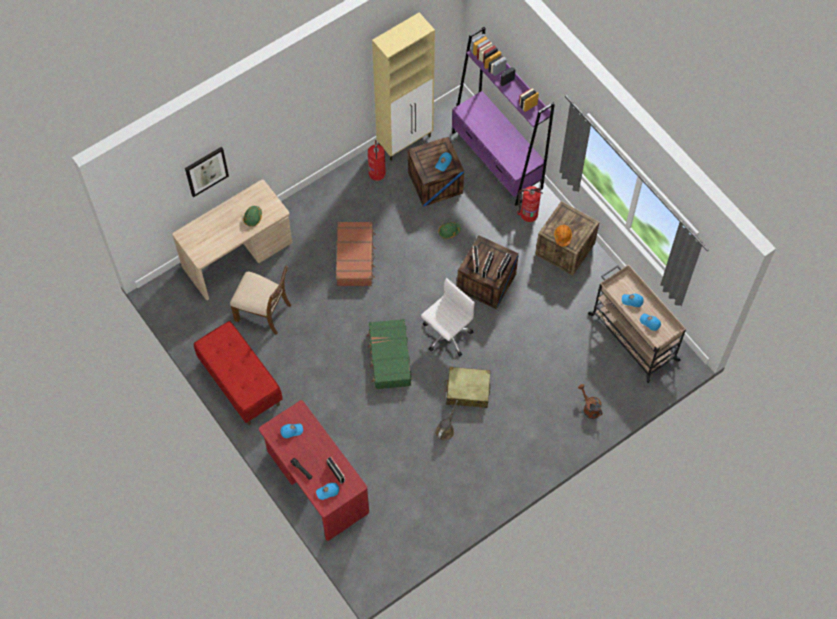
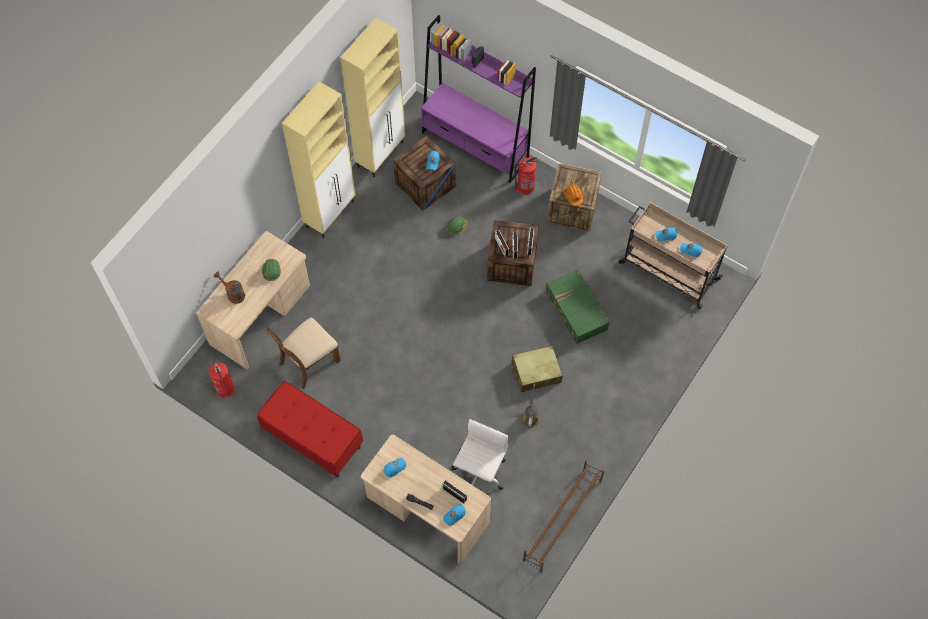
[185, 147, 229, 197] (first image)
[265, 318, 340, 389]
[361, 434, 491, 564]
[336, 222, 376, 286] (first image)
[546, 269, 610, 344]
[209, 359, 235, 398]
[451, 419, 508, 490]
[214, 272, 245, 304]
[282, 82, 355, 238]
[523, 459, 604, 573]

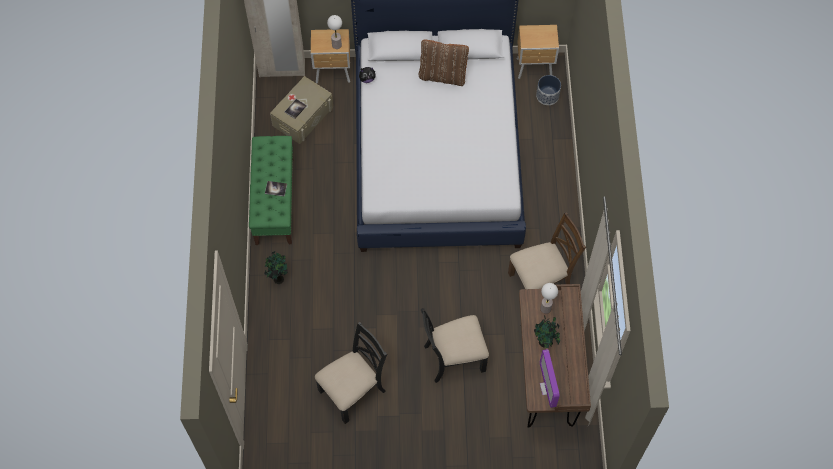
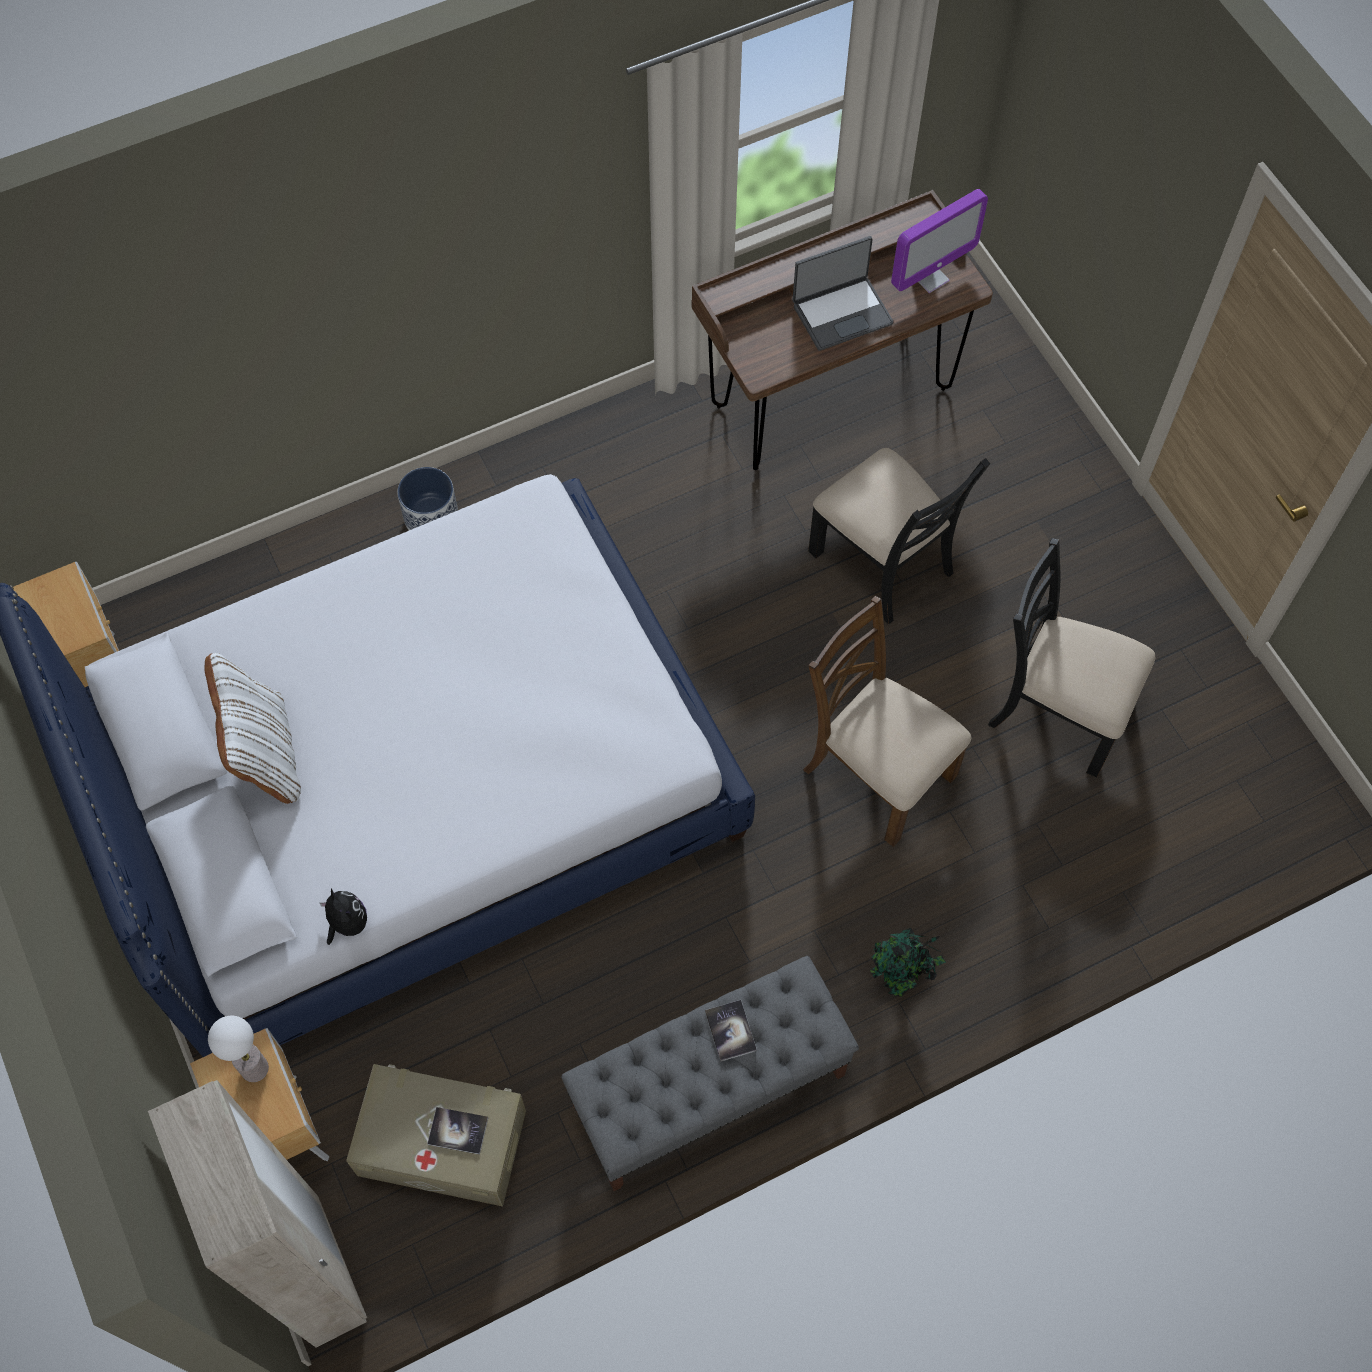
[561, 956, 859, 1191]
[205, 653, 301, 804]
[803, 596, 971, 847]
[792, 236, 894, 351]
[397, 467, 458, 530]
[540, 283, 558, 314] (first image)

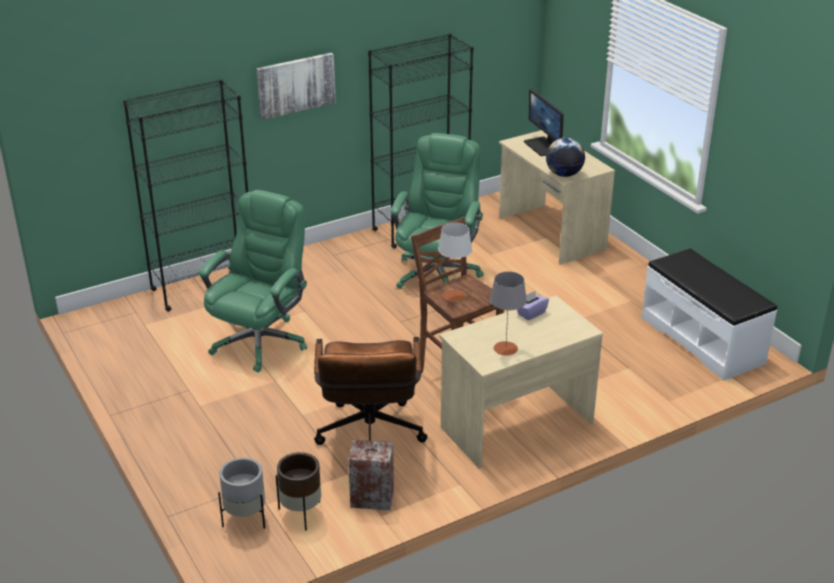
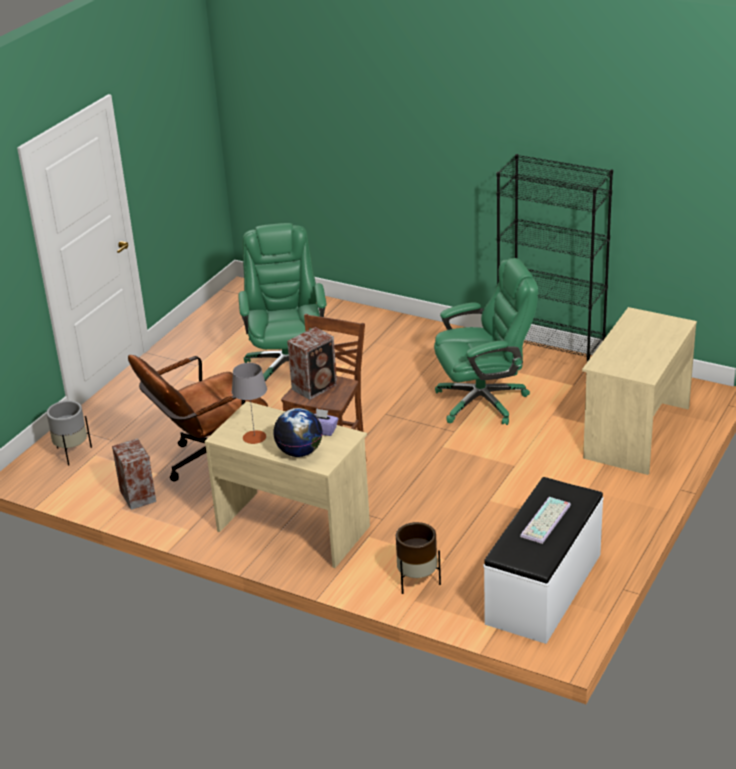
[123, 79, 248, 312] (first image)
[238, 223, 326, 381]
[256, 53, 336, 120] (first image)
[396, 522, 441, 594]
[287, 327, 337, 400]
[524, 89, 564, 156] (first image)
[274, 408, 323, 457]
[520, 497, 571, 544]

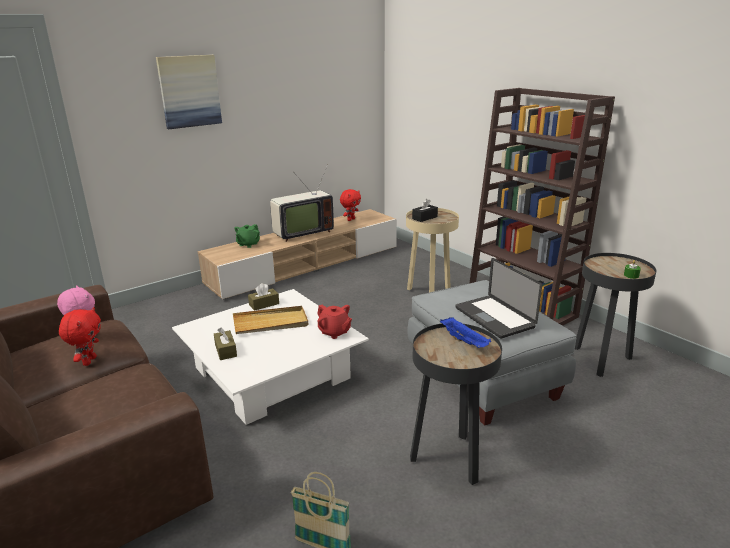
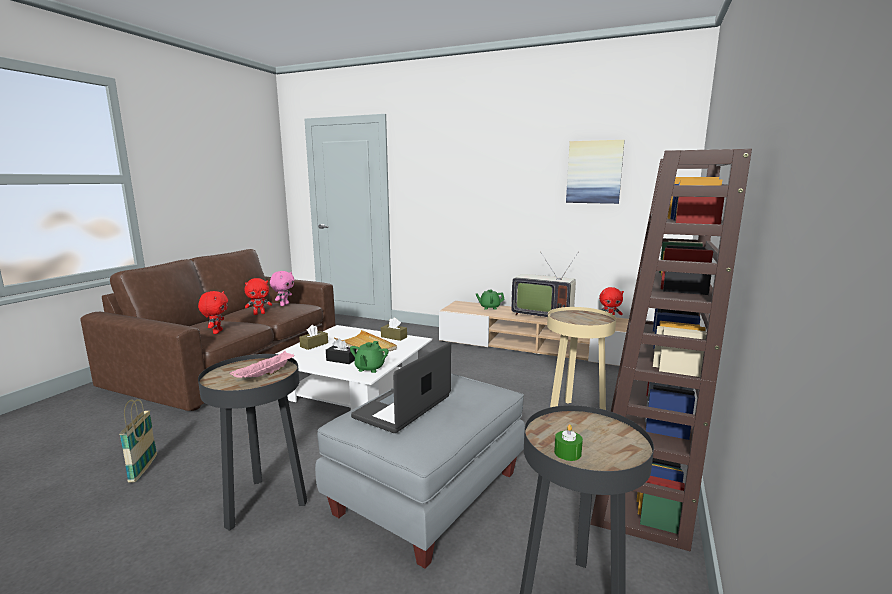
[566, 140, 624, 204]
[350, 341, 389, 373]
[326, 338, 357, 364]
[230, 351, 294, 378]
[198, 291, 228, 334]

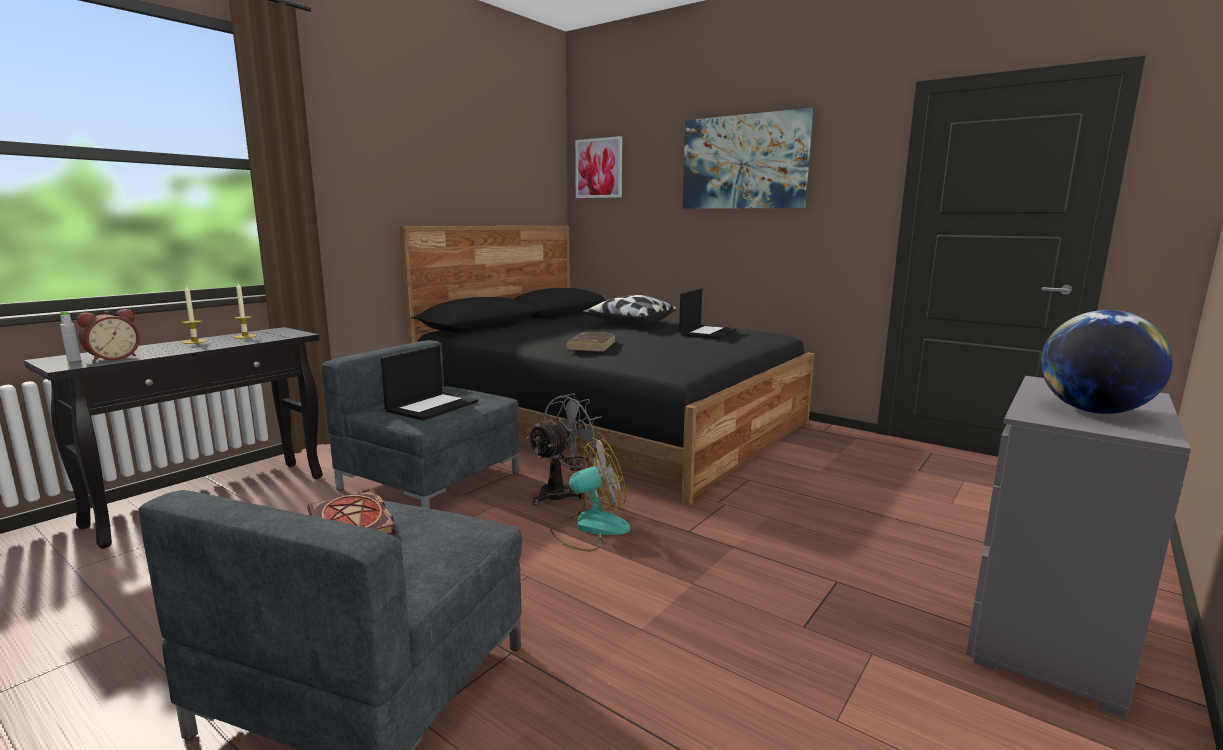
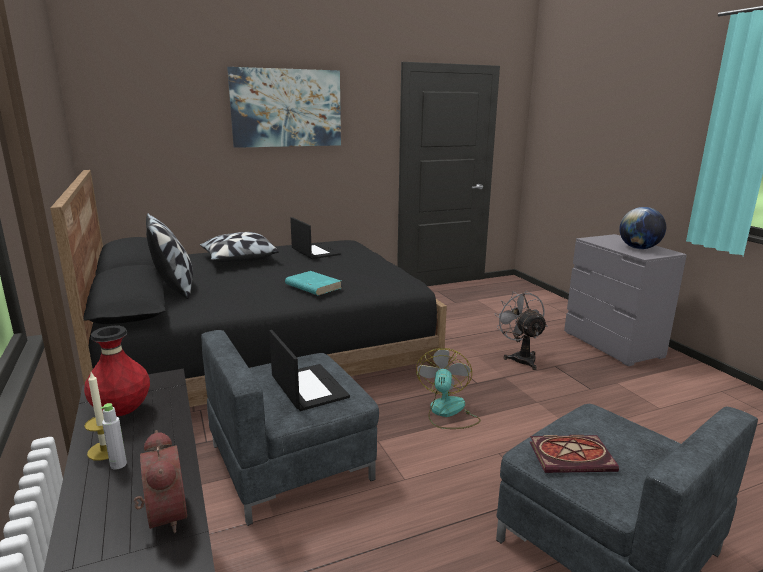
[101, 403, 127, 470]
[84, 326, 150, 416]
[495, 291, 547, 370]
[285, 271, 341, 295]
[575, 136, 622, 198] (first image)
[146, 213, 193, 299]

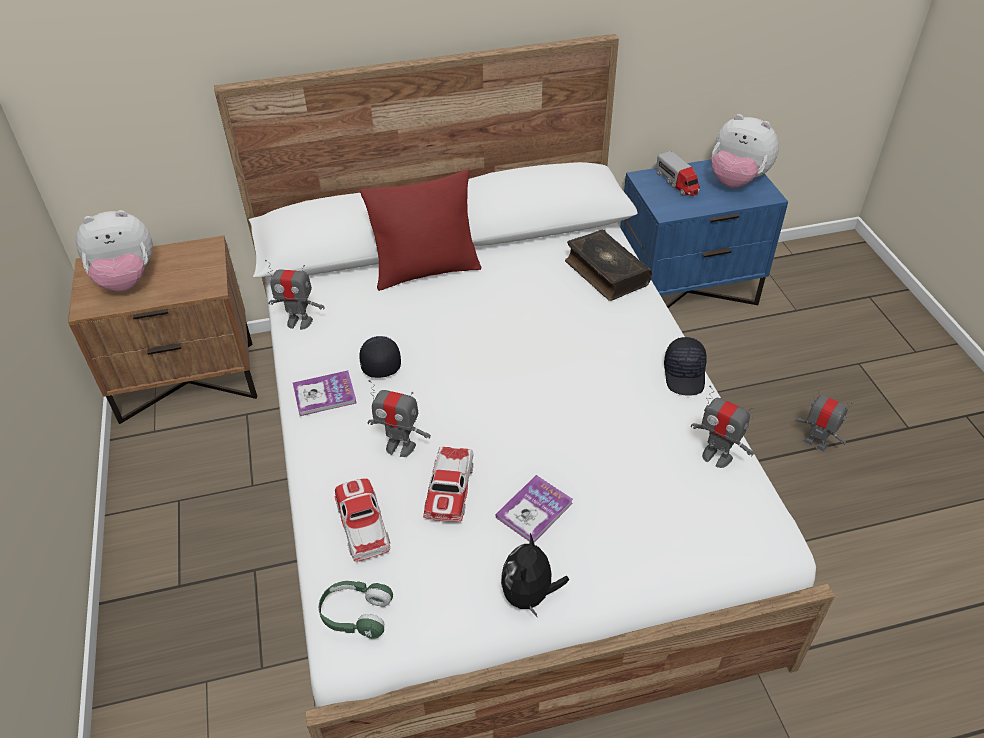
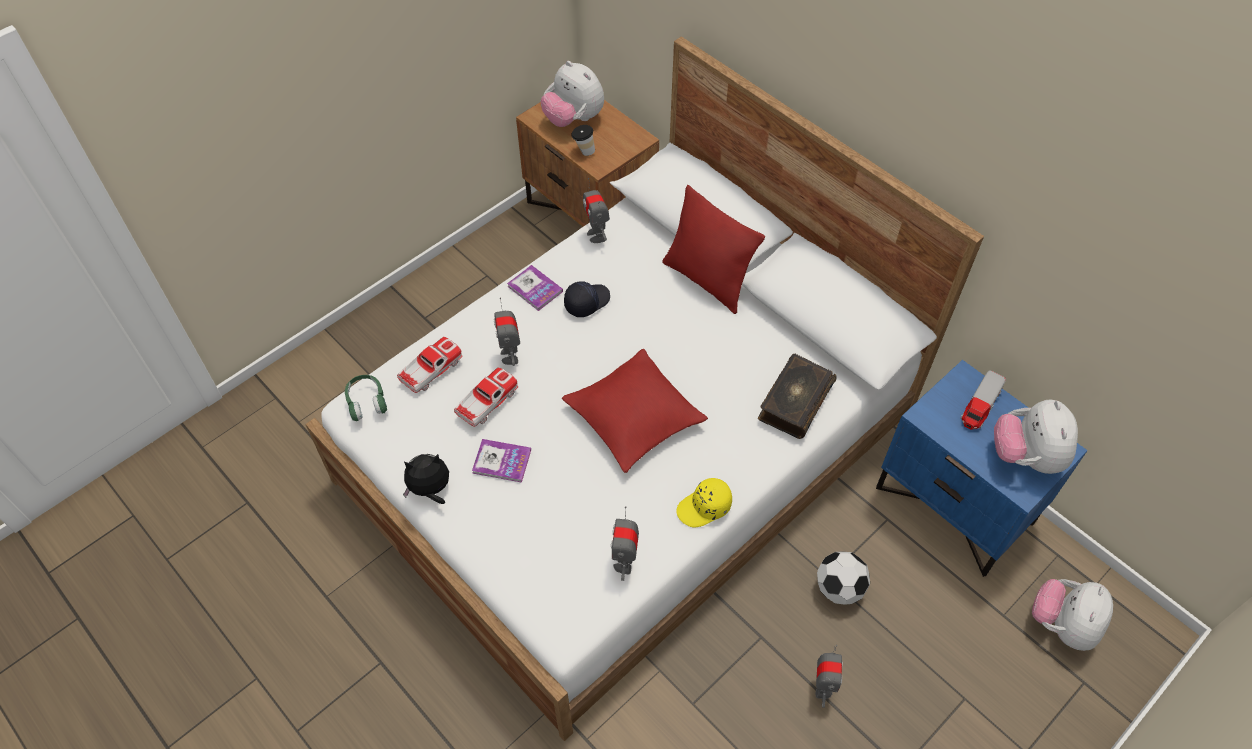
[454, 367, 519, 427]
[676, 478, 732, 528]
[562, 349, 708, 473]
[572, 125, 595, 156]
[817, 551, 870, 605]
[1032, 579, 1113, 651]

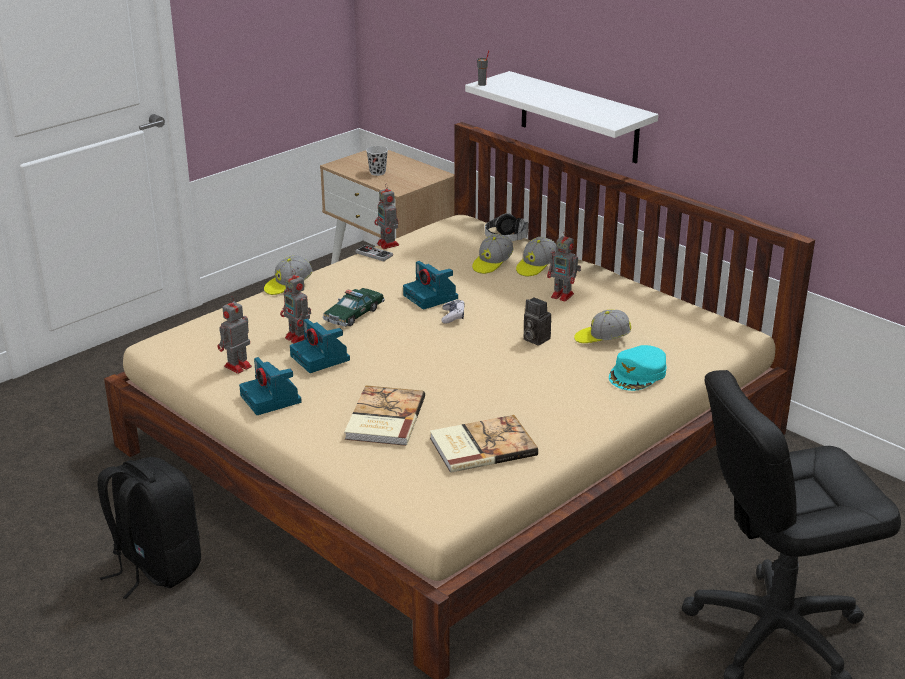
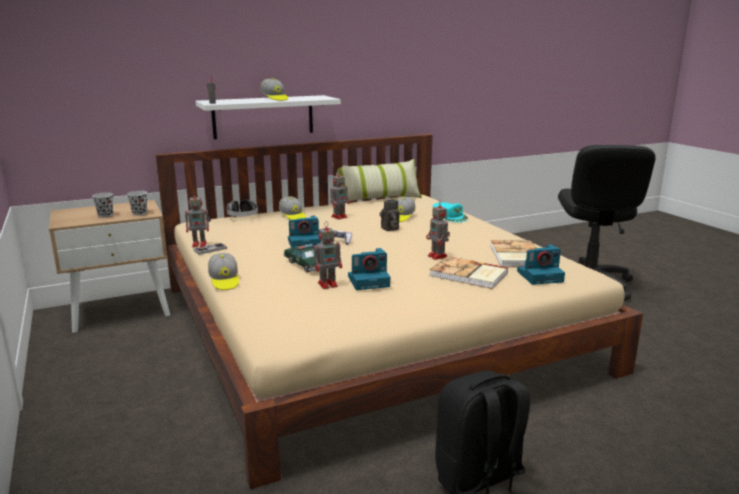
[426, 201, 450, 260]
[517, 244, 565, 285]
[260, 78, 288, 101]
[127, 191, 147, 215]
[332, 159, 422, 202]

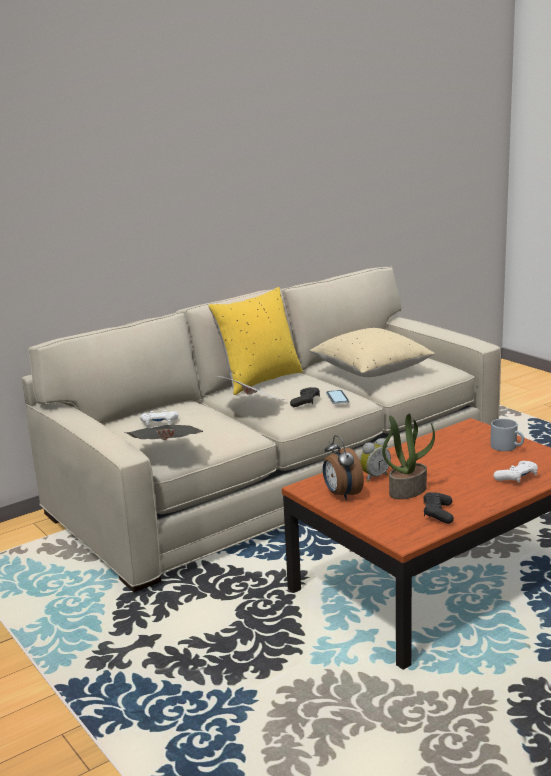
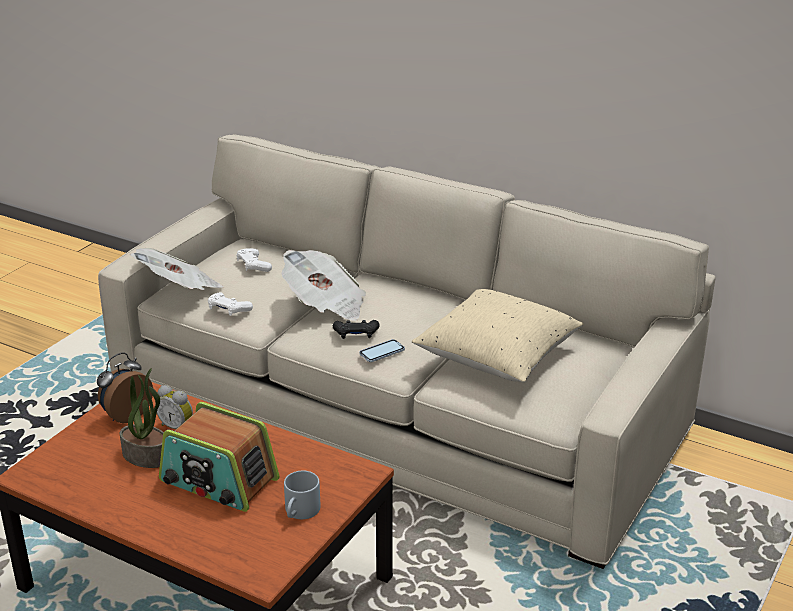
[208, 287, 303, 395] (first image)
[424, 492, 454, 524] (first image)
[208, 292, 253, 316]
[159, 402, 280, 512]

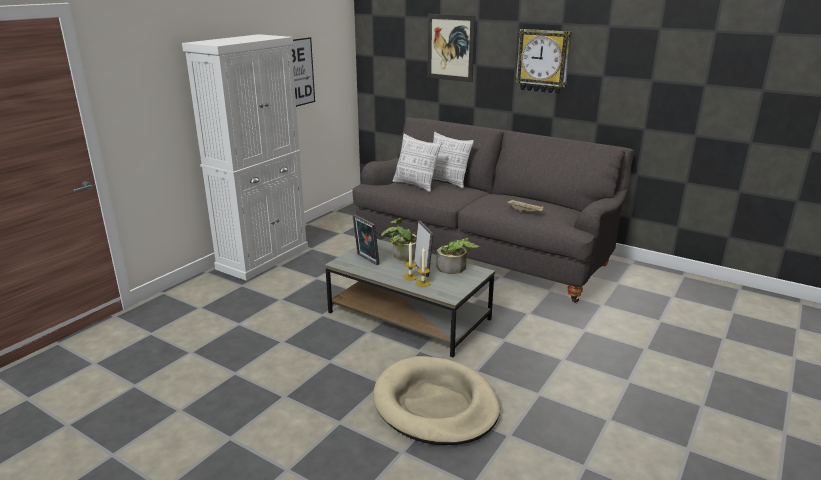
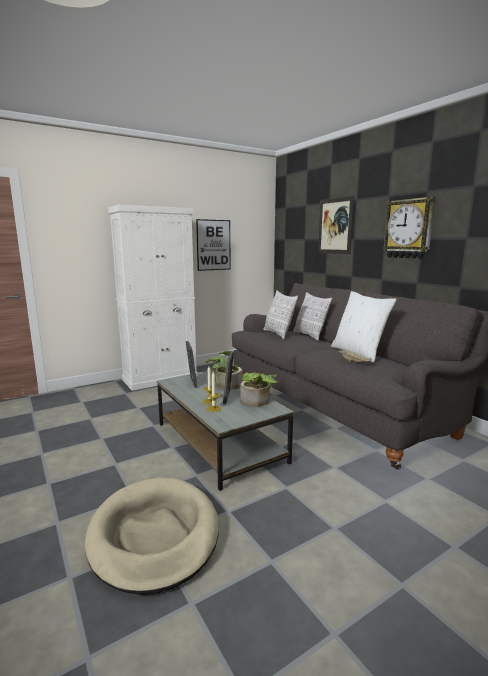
[331, 291, 397, 363]

